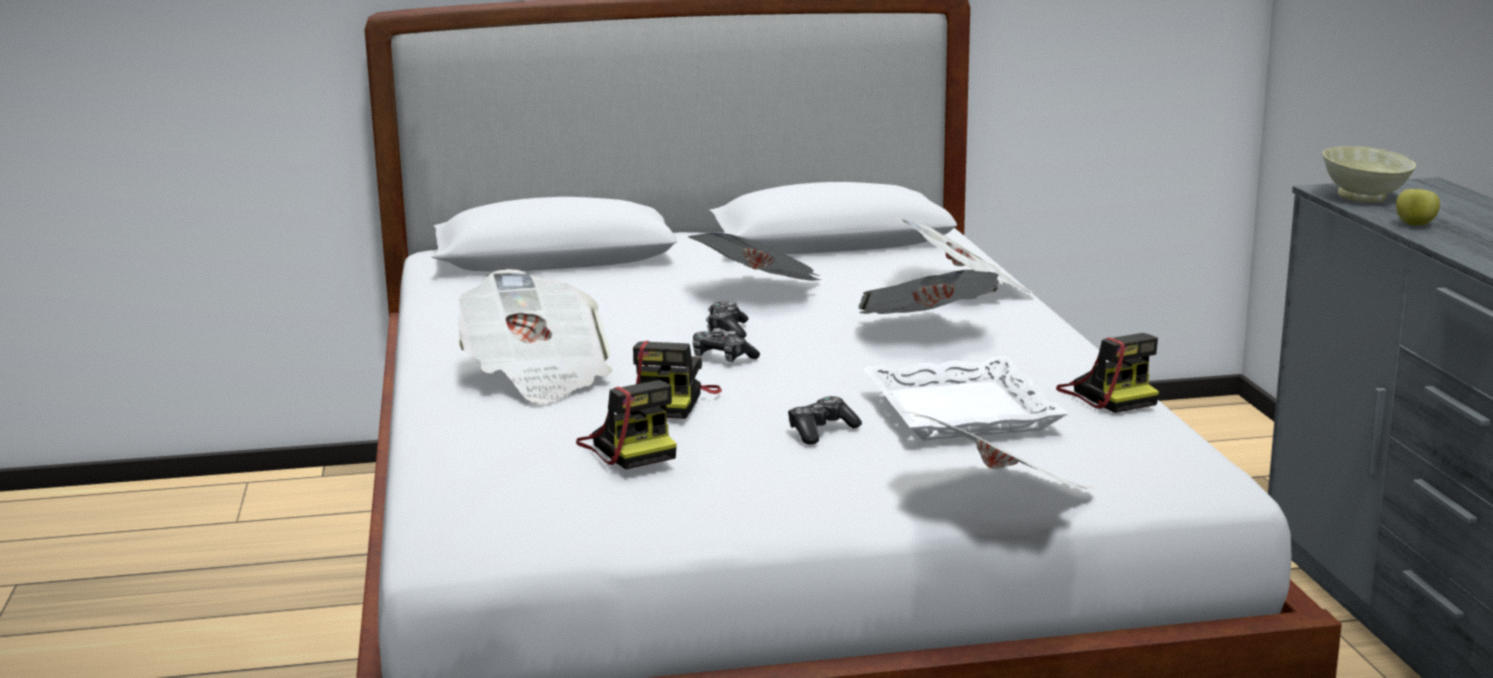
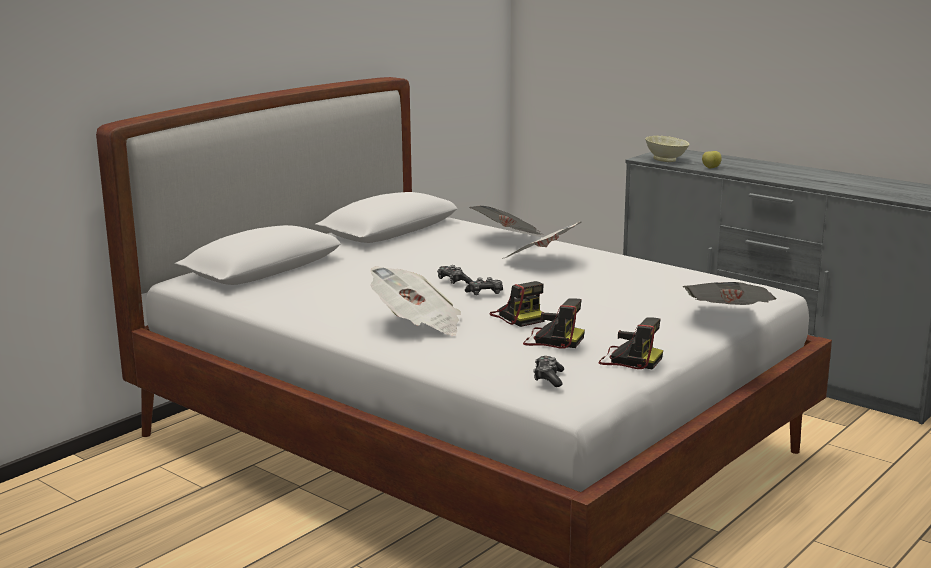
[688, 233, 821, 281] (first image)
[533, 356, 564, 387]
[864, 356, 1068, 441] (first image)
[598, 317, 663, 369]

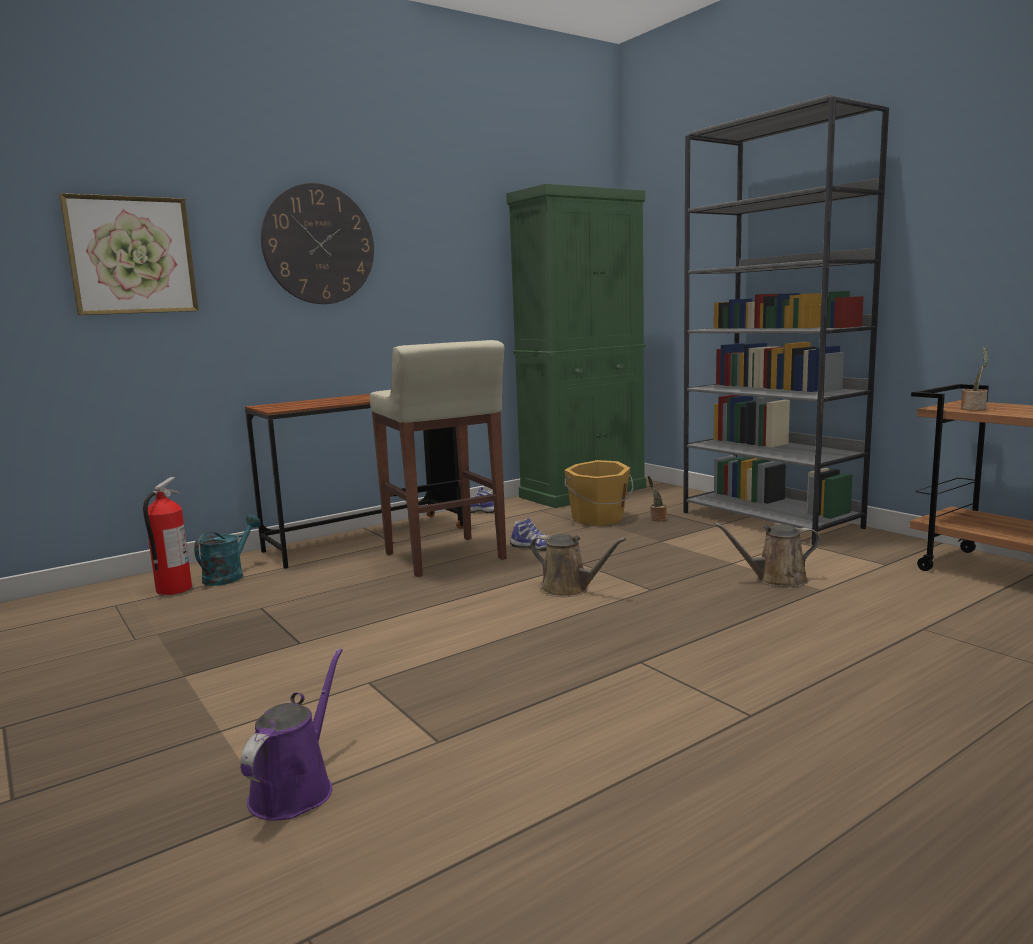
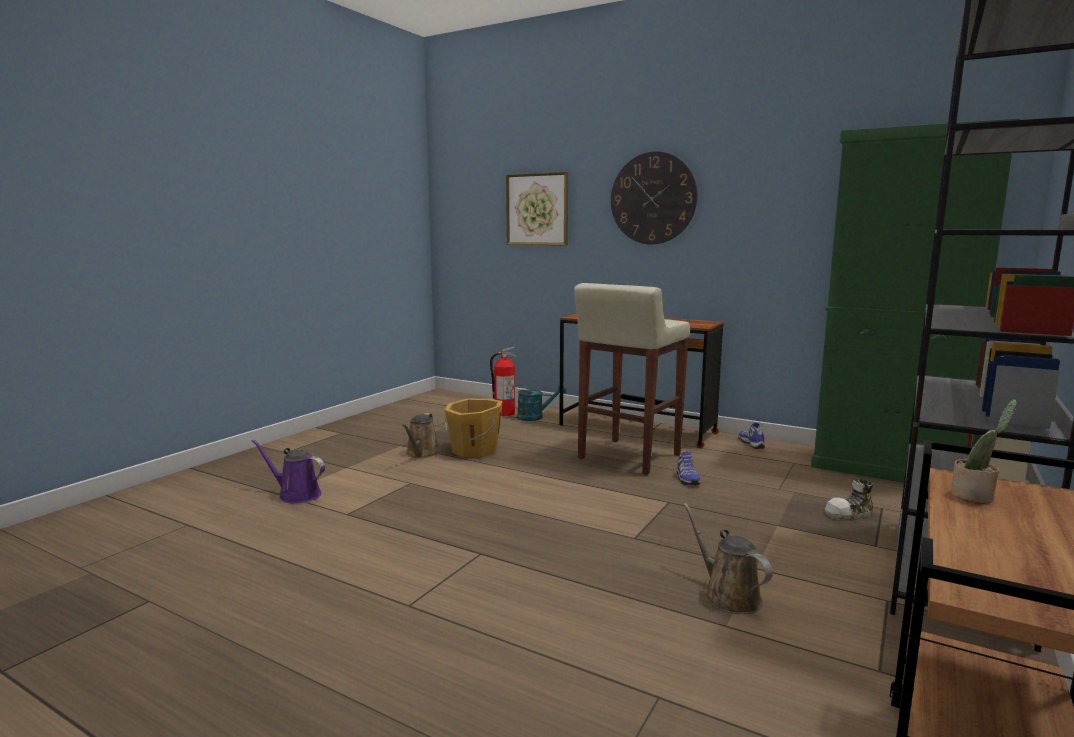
[251, 439, 325, 503]
[402, 413, 440, 458]
[444, 399, 503, 458]
[825, 479, 874, 520]

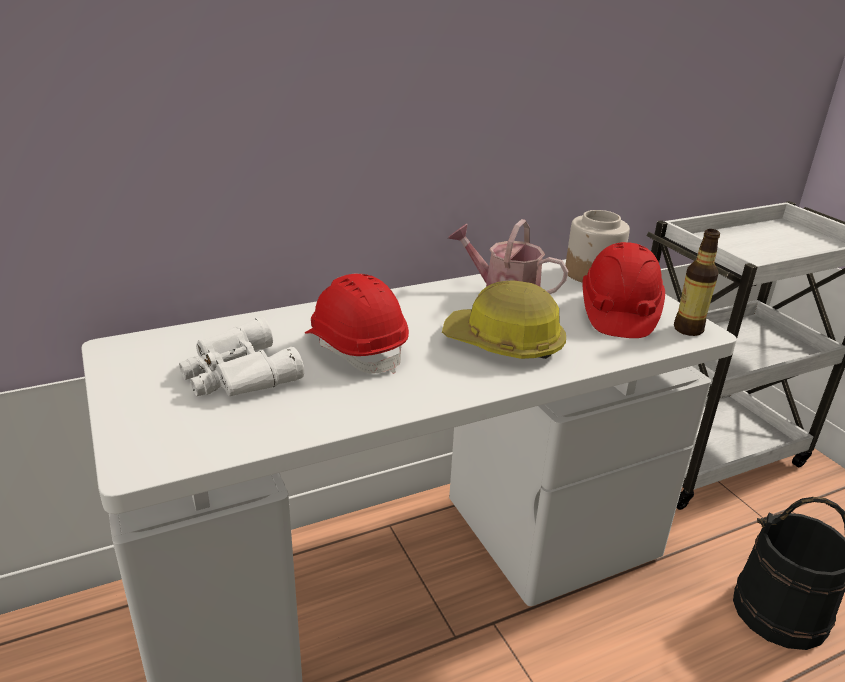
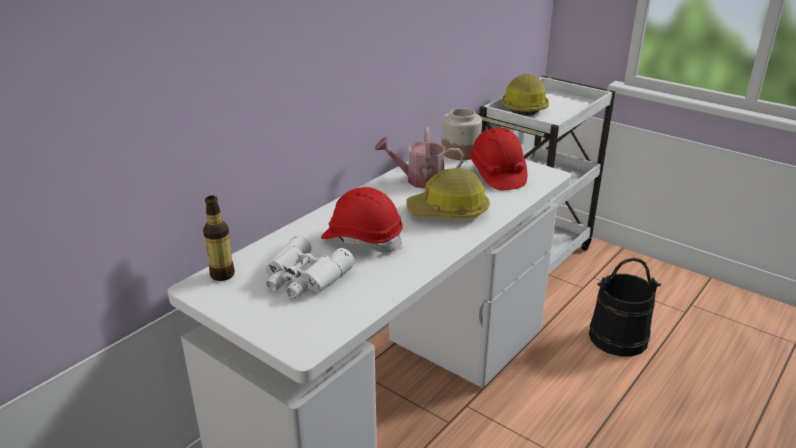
[203, 196, 235, 281]
[501, 74, 549, 116]

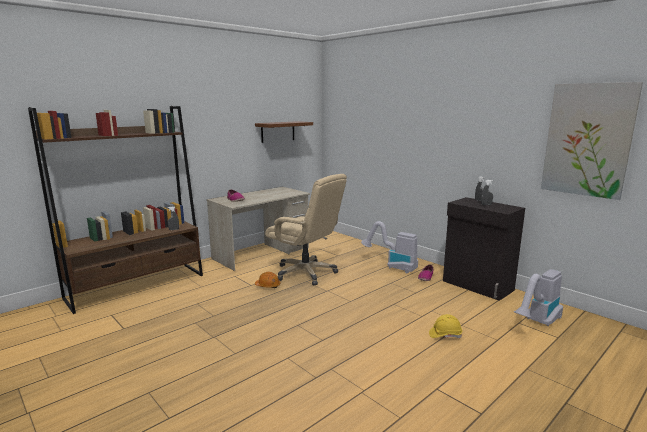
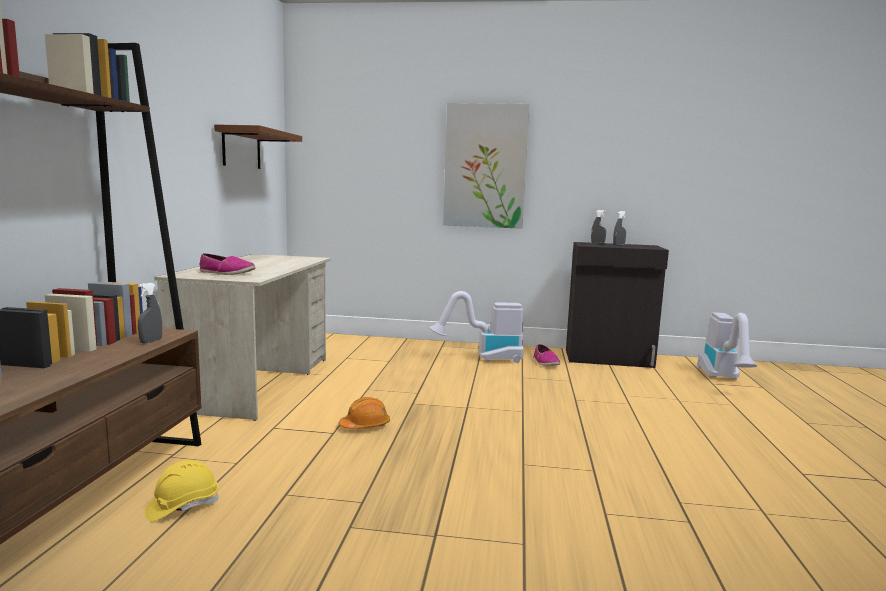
[265, 174, 347, 285] (first image)
[145, 460, 219, 521]
[443, 103, 529, 229]

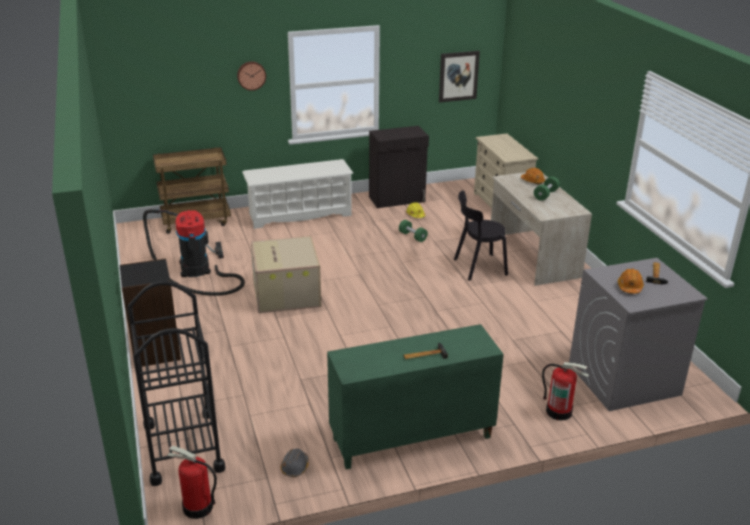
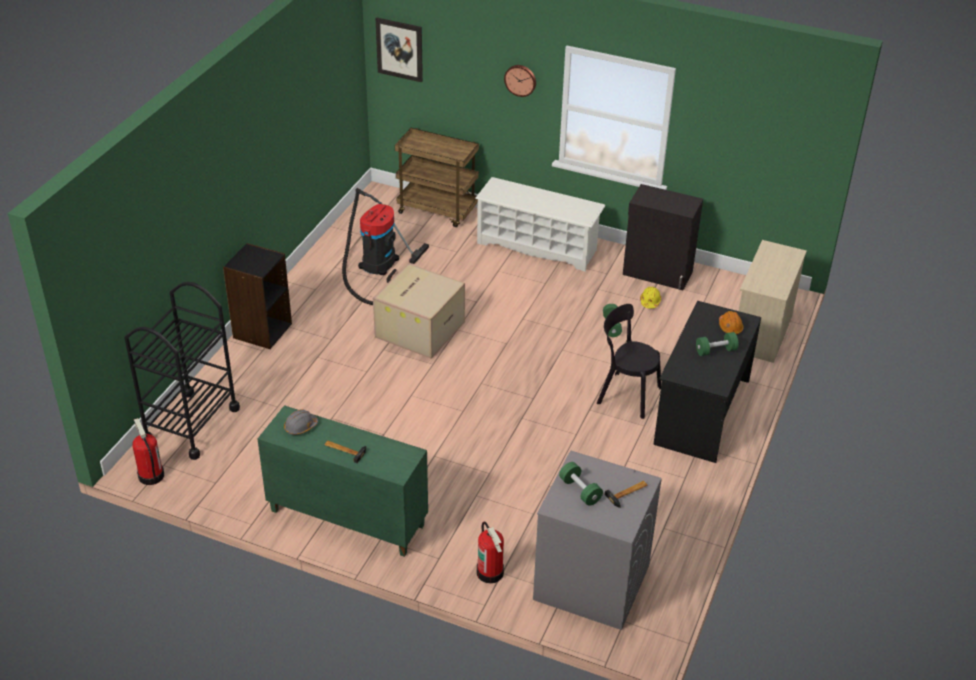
[284, 409, 318, 435]
[376, 18, 423, 82]
[653, 301, 761, 463]
[559, 462, 603, 506]

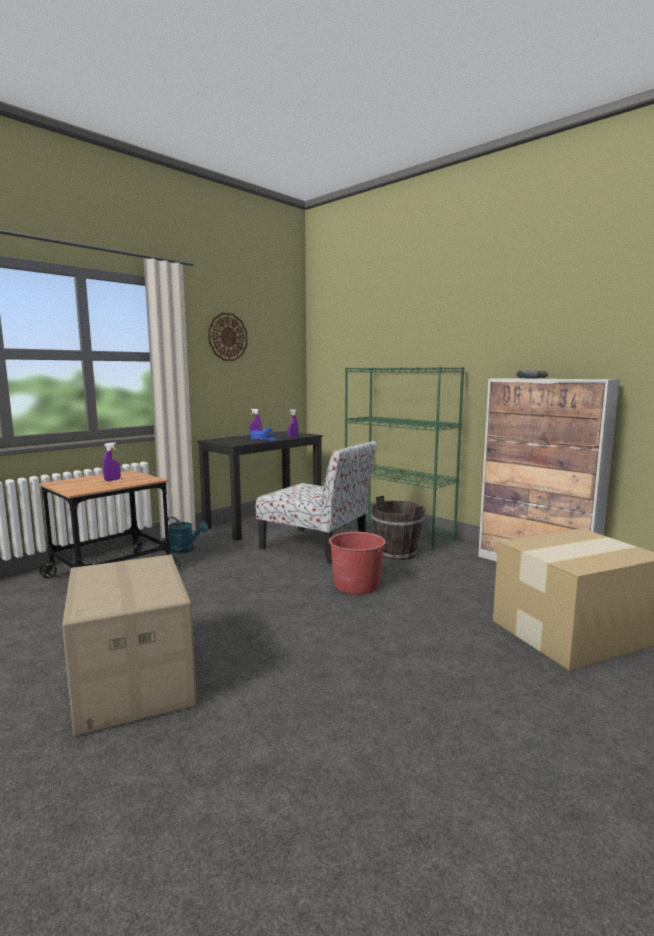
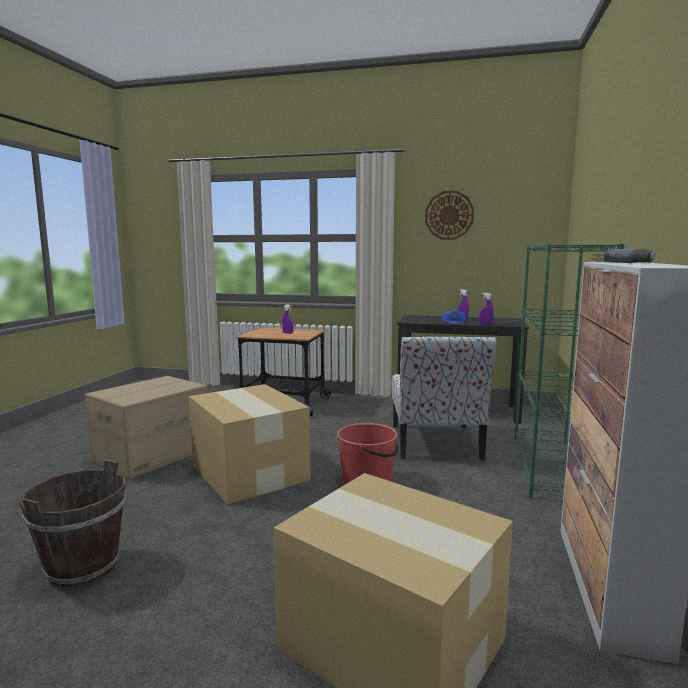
[168, 517, 208, 553] (first image)
[19, 460, 126, 587]
[189, 384, 311, 504]

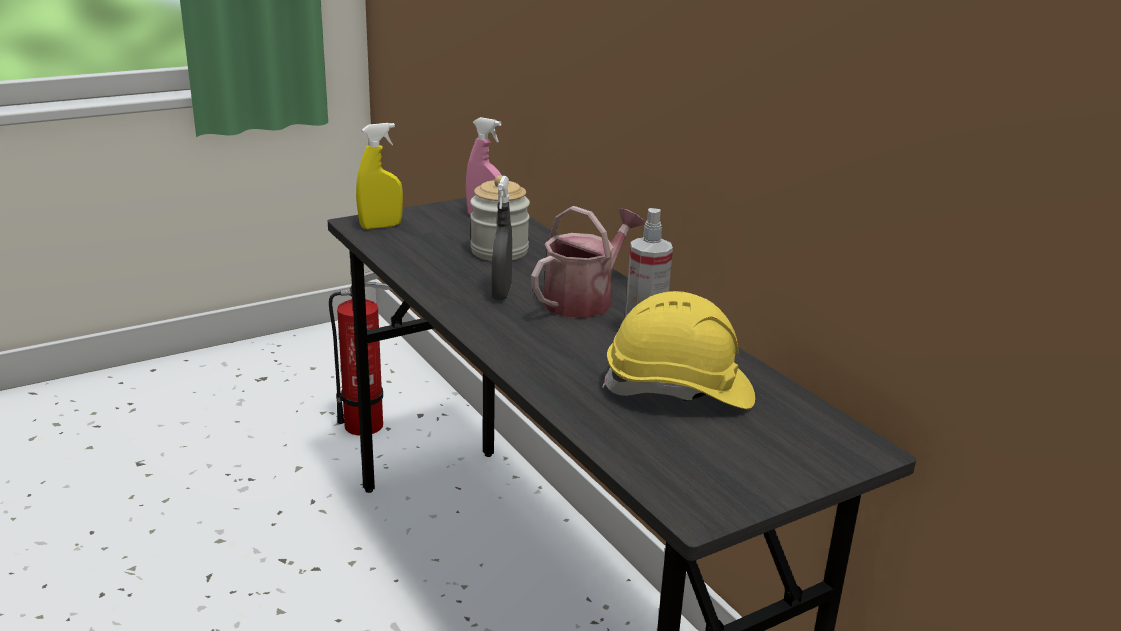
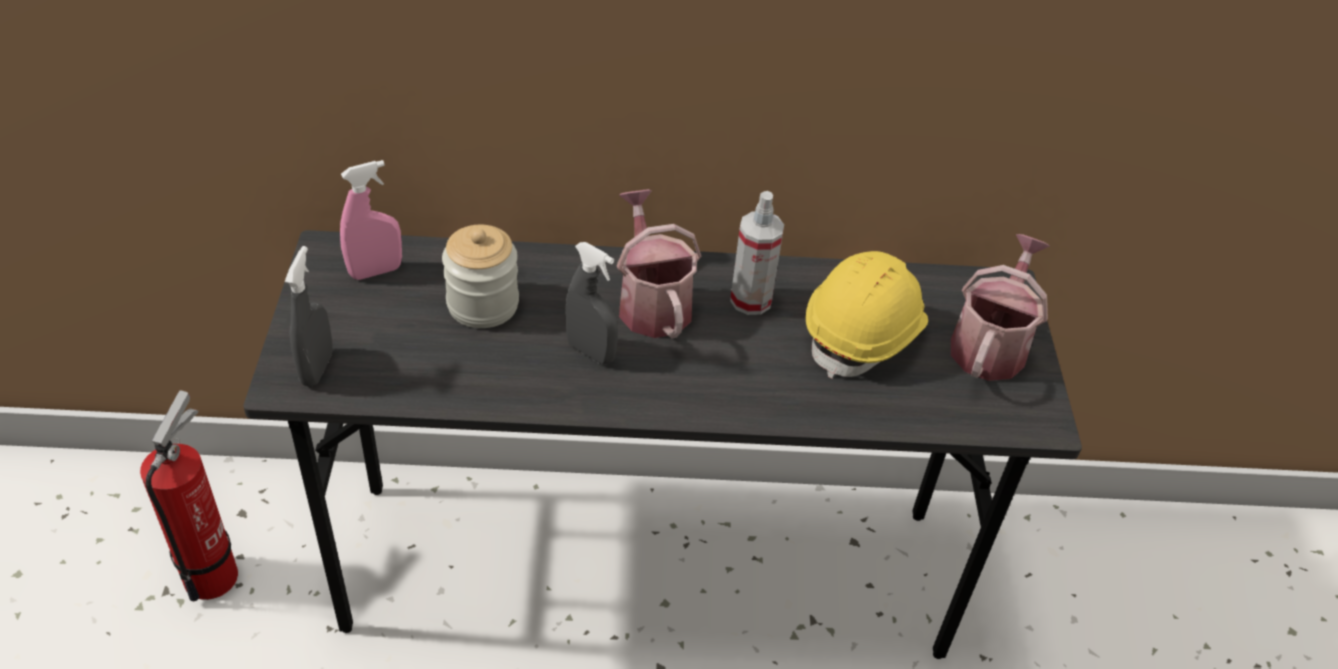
[285, 246, 333, 387]
[951, 234, 1050, 381]

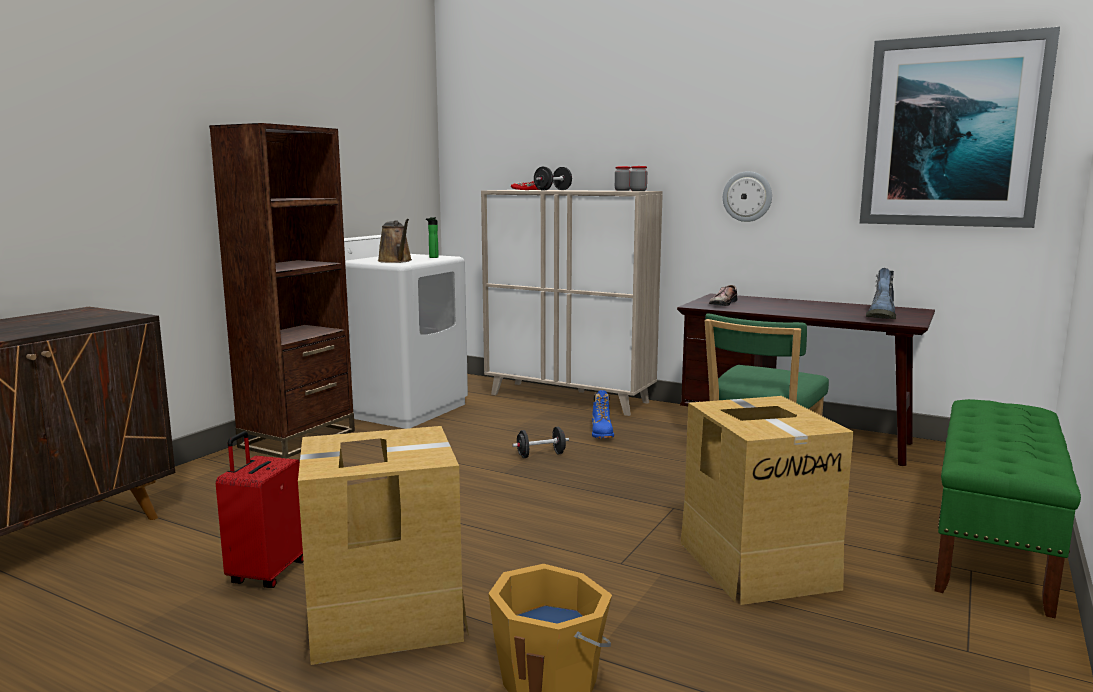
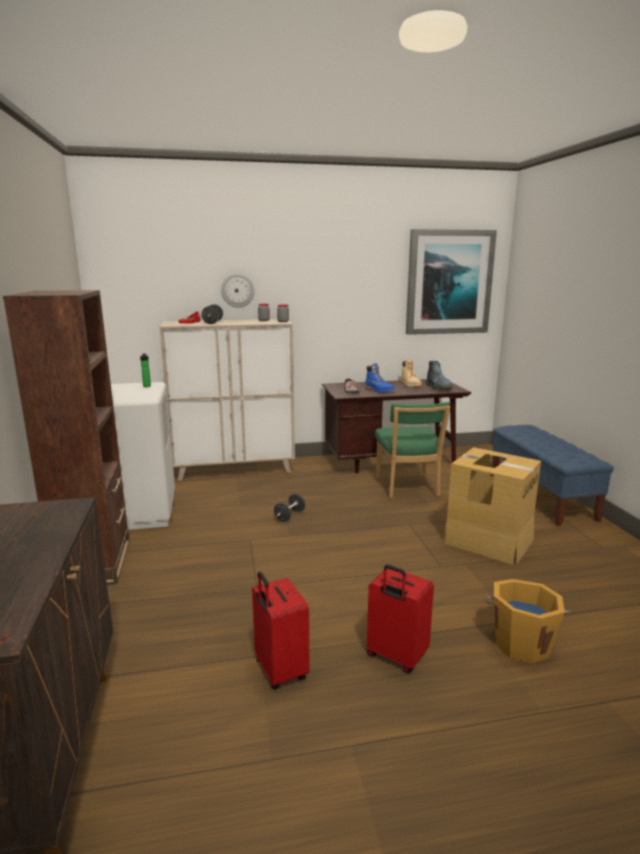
[367, 564, 434, 673]
[378, 219, 412, 263] (first image)
[365, 363, 395, 393]
[221, 274, 255, 308]
[491, 425, 614, 526]
[401, 359, 422, 387]

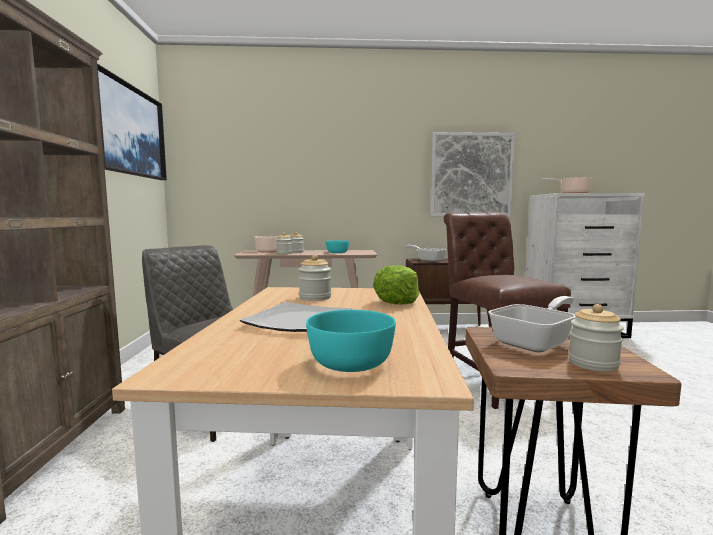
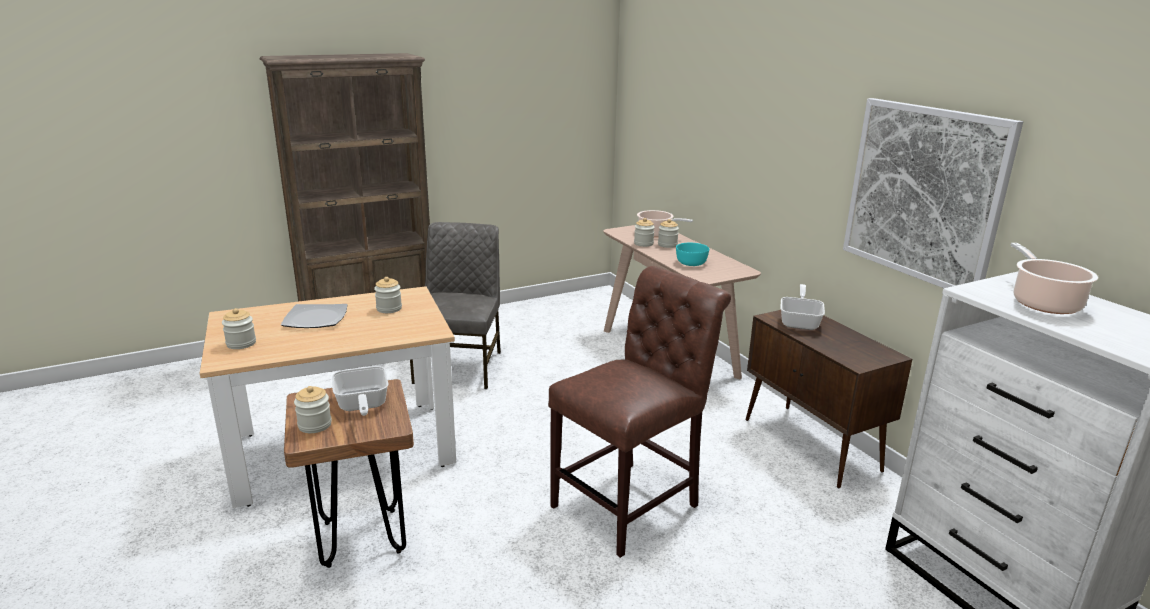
[97, 63, 167, 180] (first image)
[222, 308, 256, 349]
[373, 265, 420, 304] (first image)
[332, 366, 388, 416]

